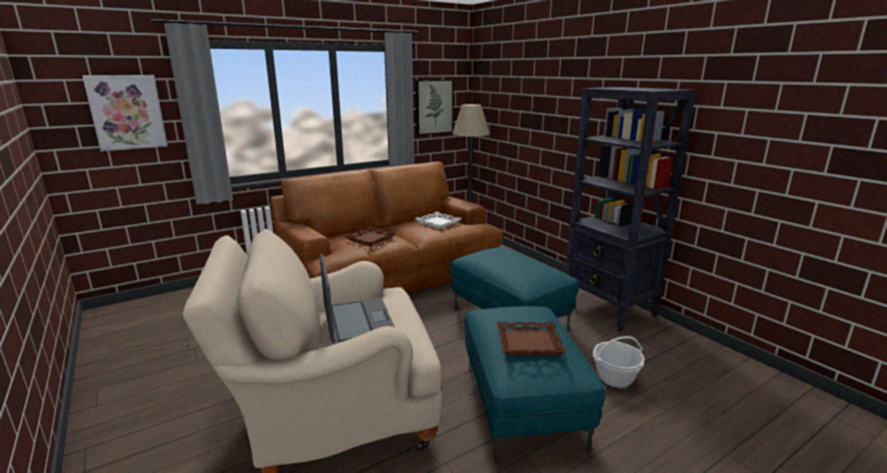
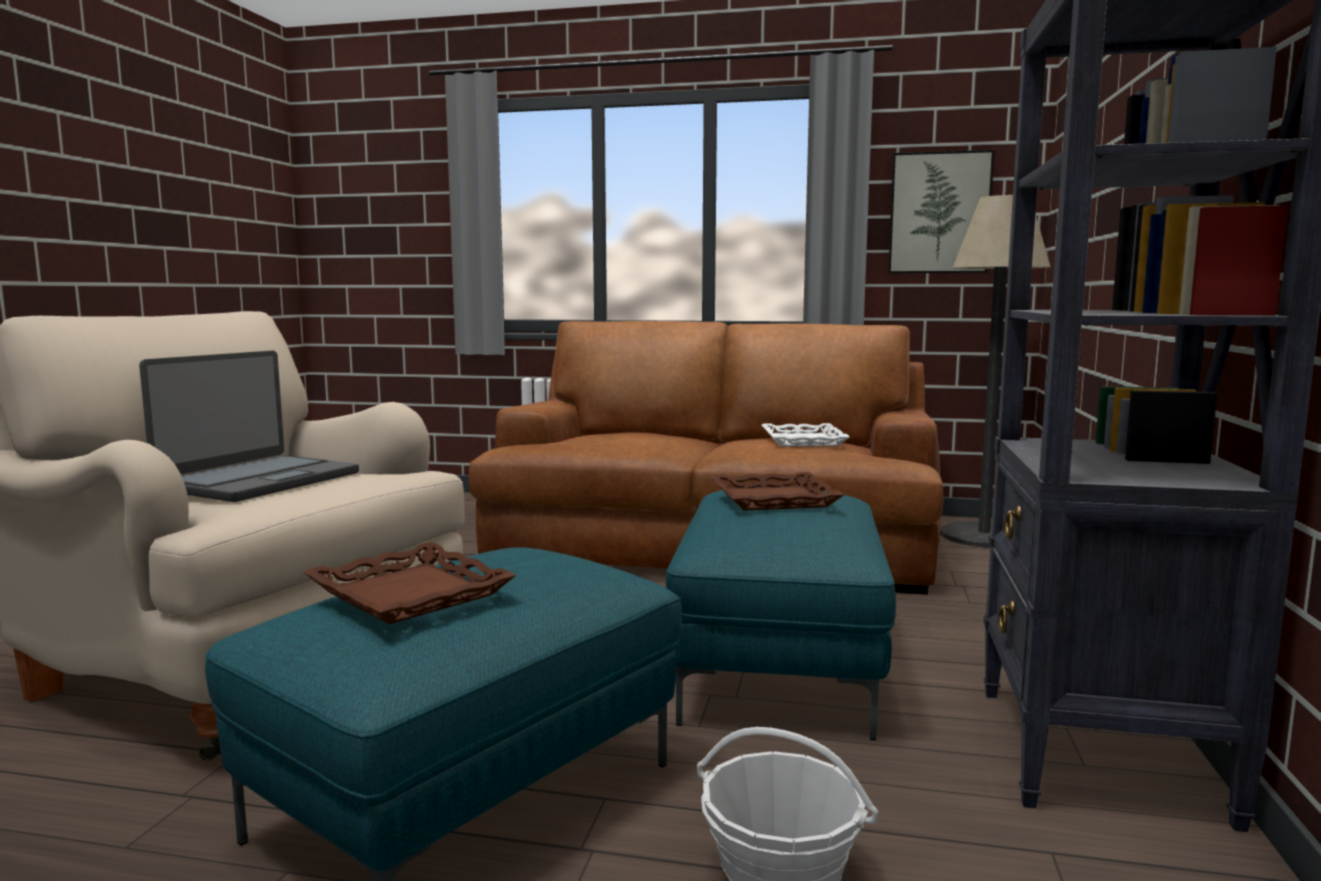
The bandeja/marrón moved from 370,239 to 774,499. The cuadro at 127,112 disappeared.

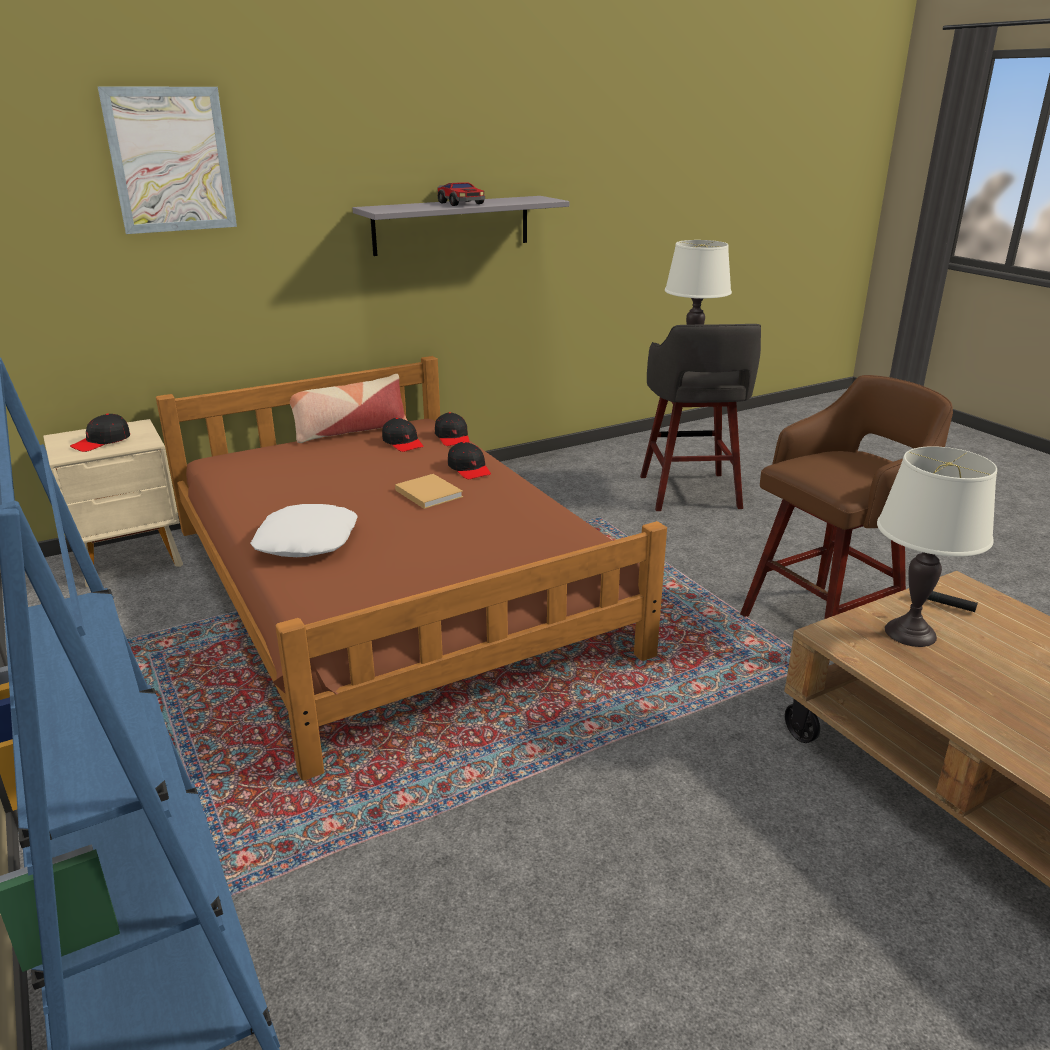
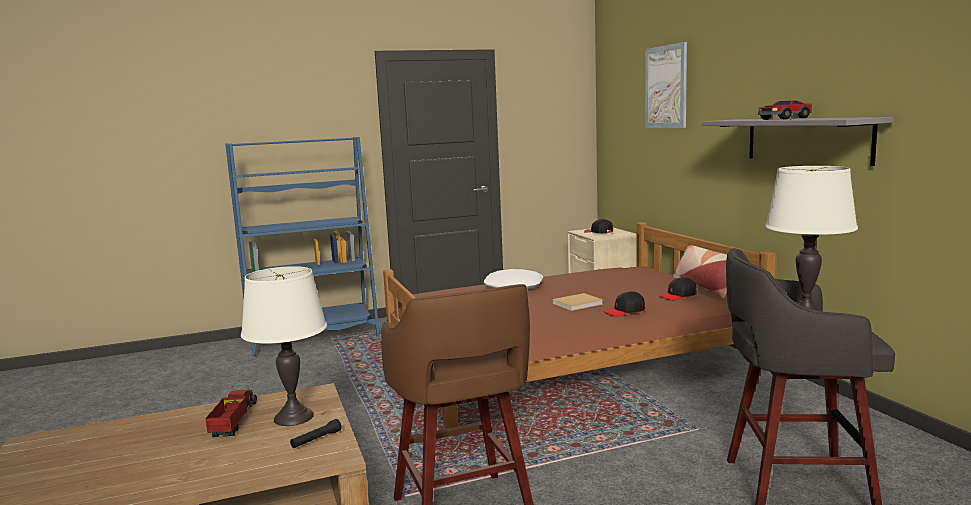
The camión de juguete at 234,421 appeared. The gorra/negro at 453,437 disappeared.

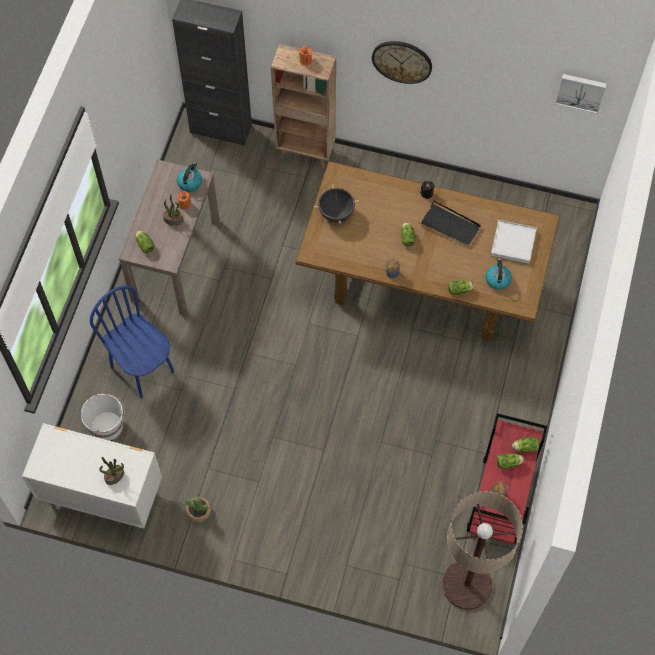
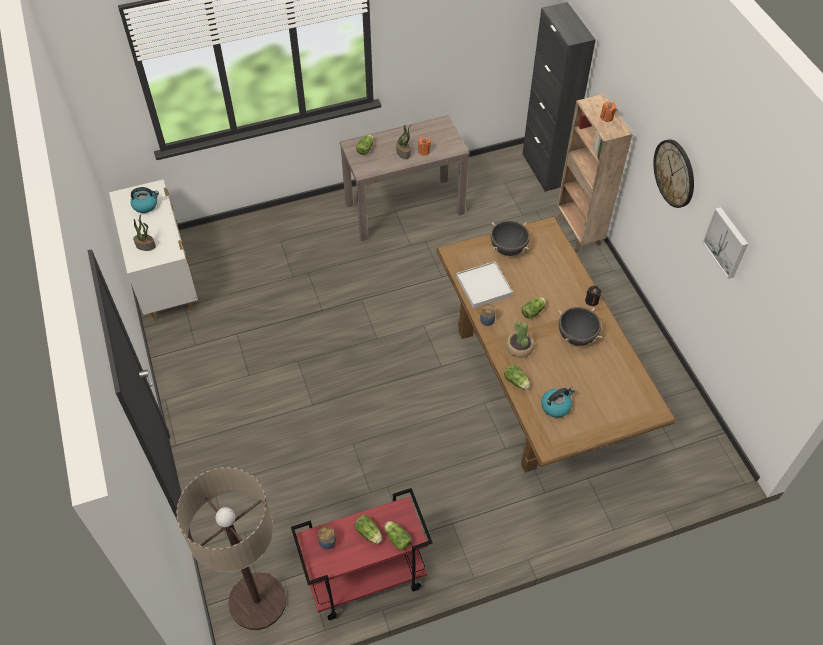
The hervidor moved from 190,182 to 145,205. The bandeja/blanco moved from 513,243 to 484,286. The planta en maceta moved from 198,511 to 519,347. The bandeja/negro at 450,225 was replaced by the olla/negro at 576,337. The cuadro moved from 581,91 to 727,242. The cubo/blanco at 107,426 disappeared. The silla/azul at 143,369 disappeared.

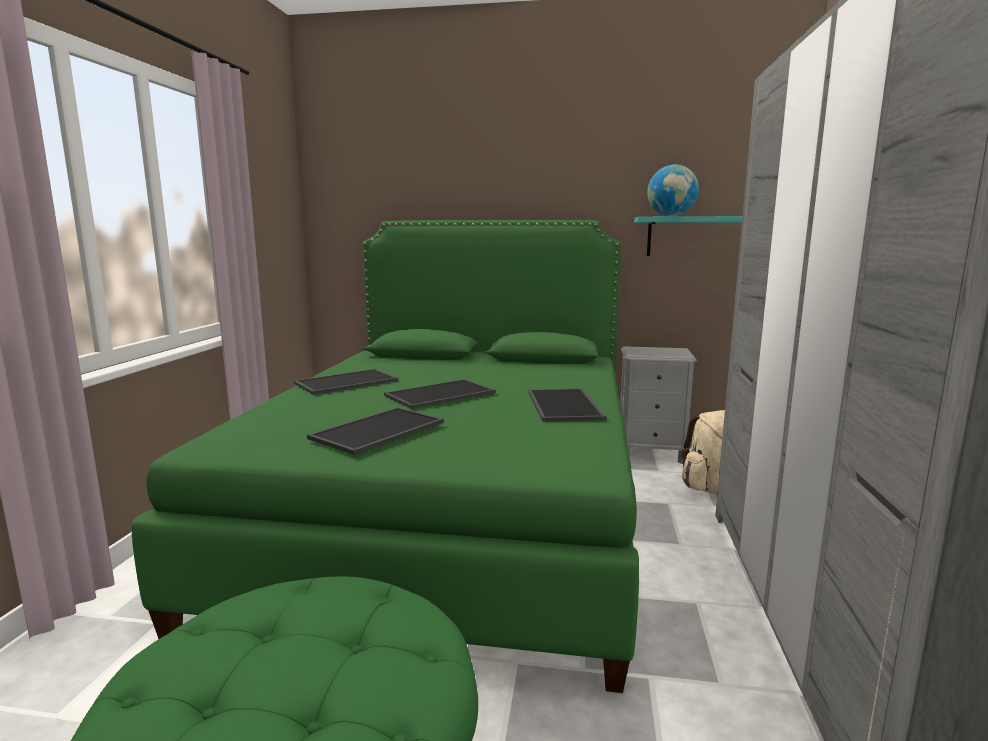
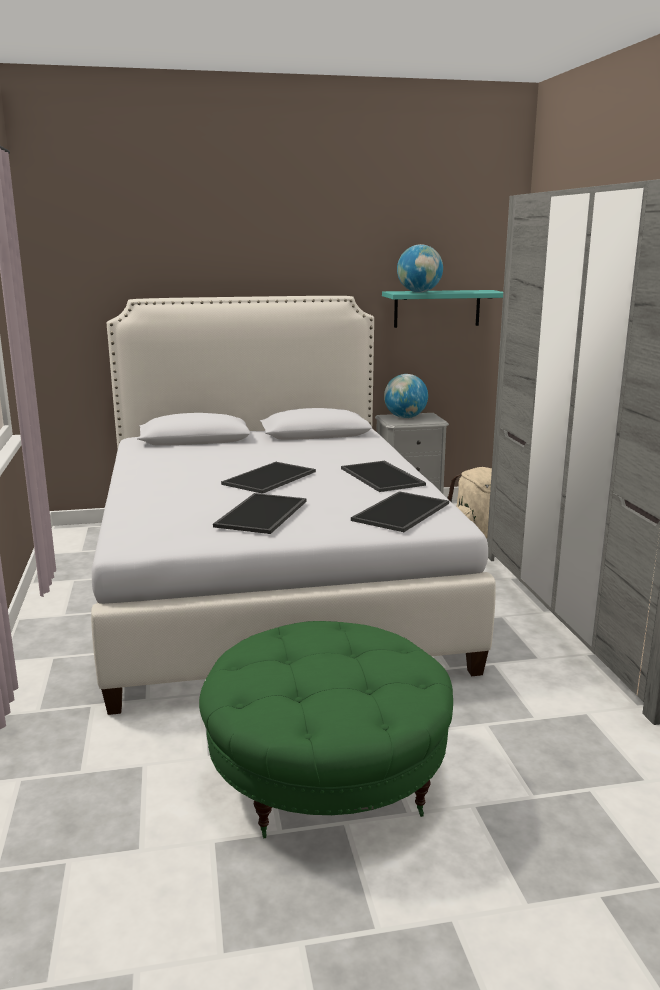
The cama/verde at 451,510 became the cama/blanco at 269,584. The bandeja moved from 346,382 to 402,512. The globo terráqueo at 405,417 appeared.

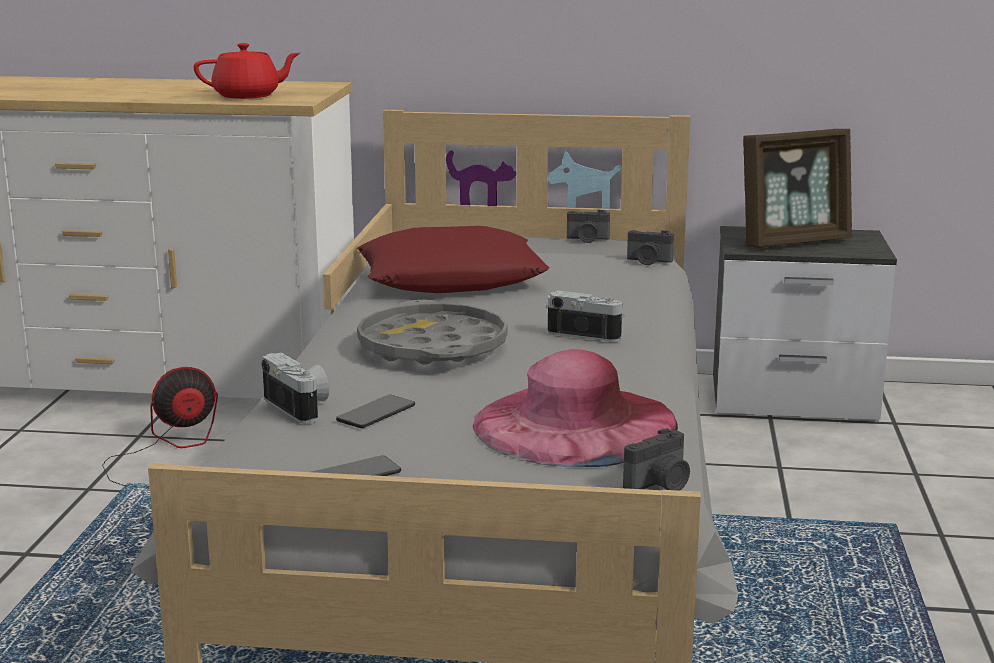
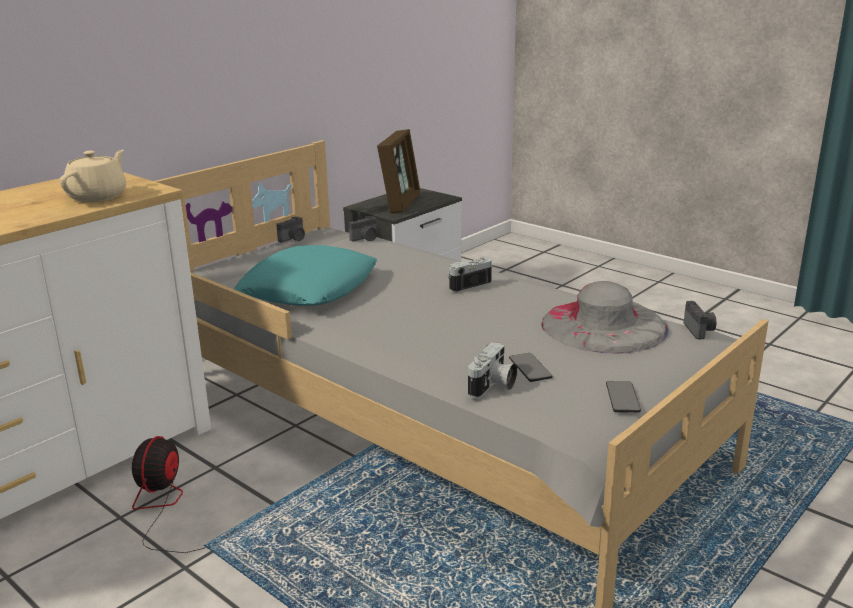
The tetera/rojo at 248,96 became the tetera/beis at 98,196. The cojín/rojo at 451,278 became the cojín/turquesa at 309,288. The cámara at 301,407 turned 120 degrees clockwise. The sombrero/rosa at 575,424 became the sombrero/gris at 603,325. The bandeja/gris at 432,347 disappeared.

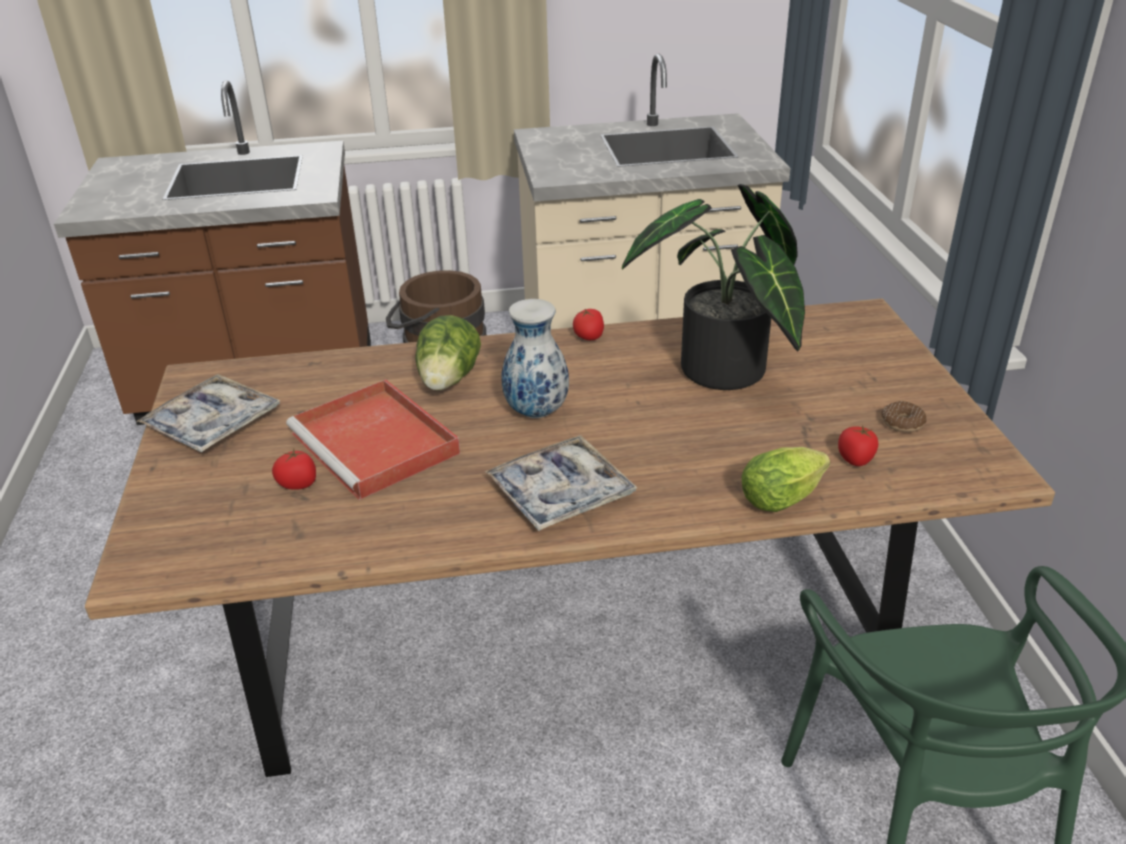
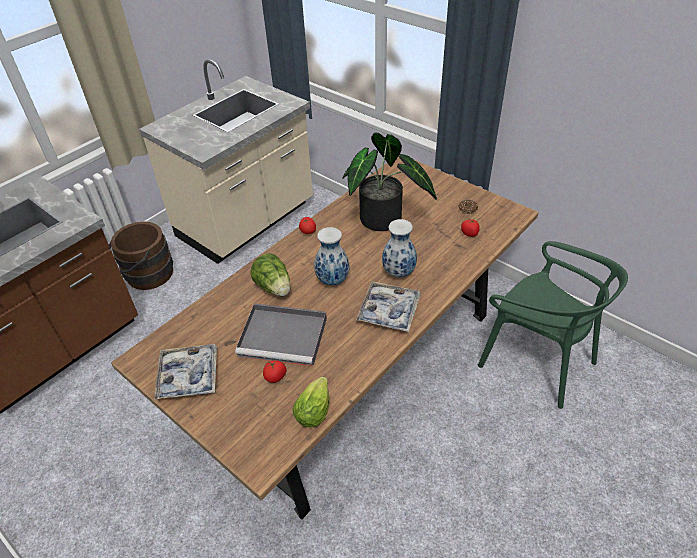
The bandeja/rojo at 377,444 became the bandeja/gris at 285,336. The lechuga moved from 785,497 to 315,409. The florero at 399,273 appeared.

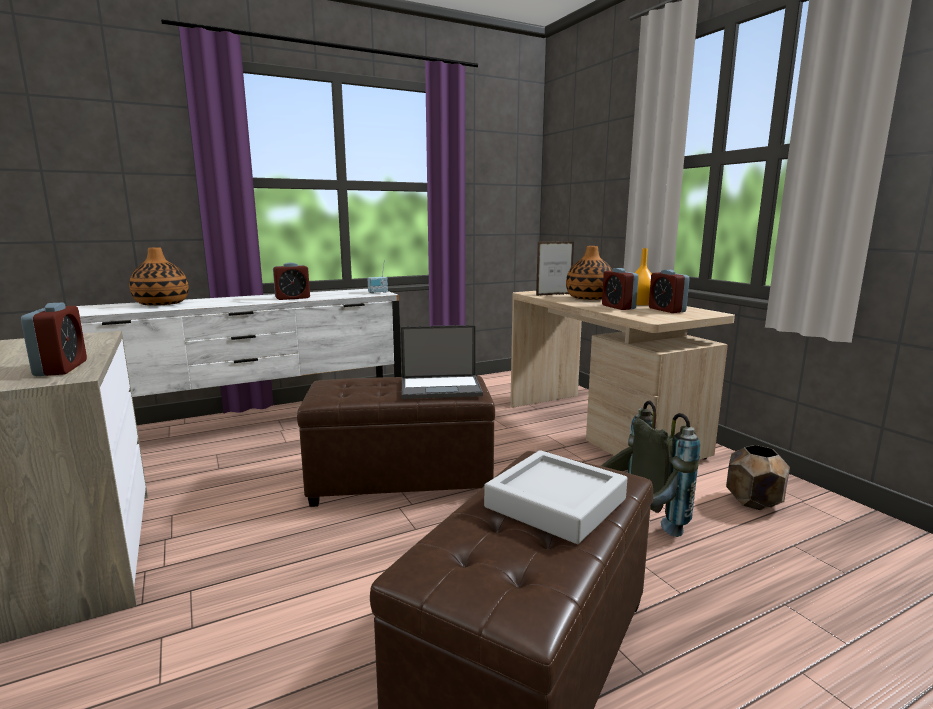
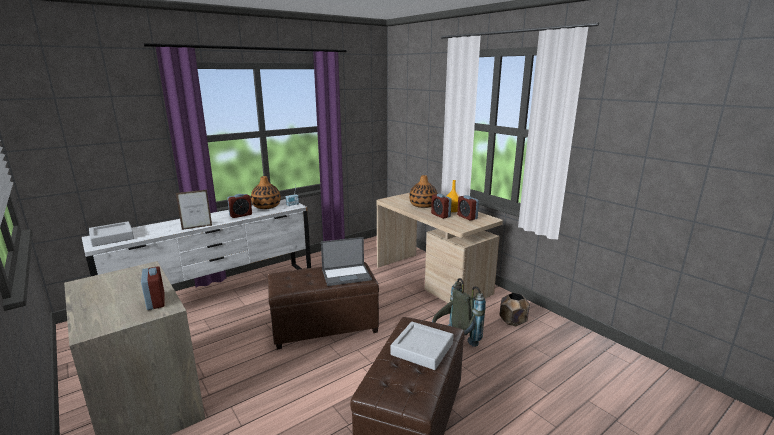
The bandeja/gris at 112,237 appeared. The portarretratos moved from 554,295 to 197,227. The florero moved from 161,304 to 266,207.

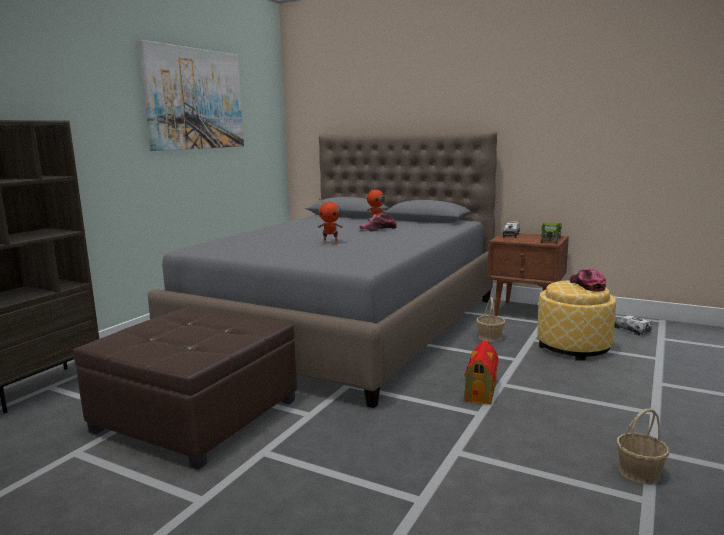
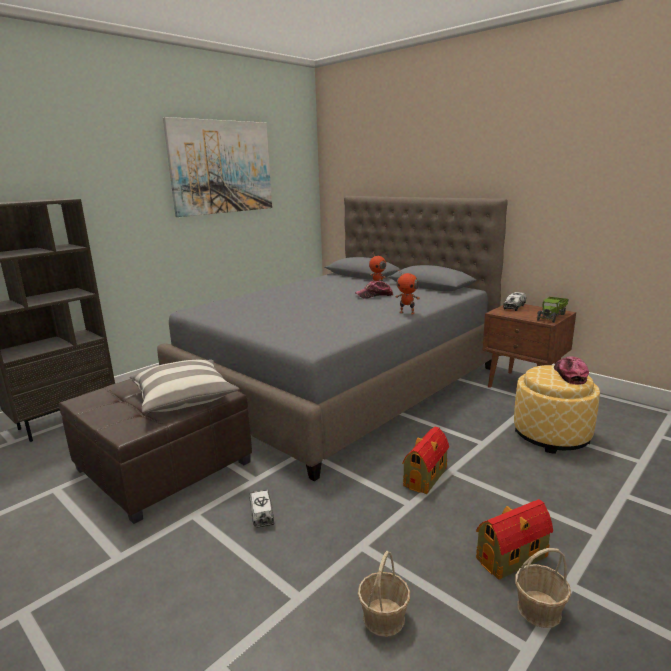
The cojín at 184,398 appeared. The camión de juguete moved from 631,330 to 261,513. The cesta moved from 490,337 to 384,618. The robot de juguete moved from 330,242 to 407,312. The casita at 513,557 appeared.

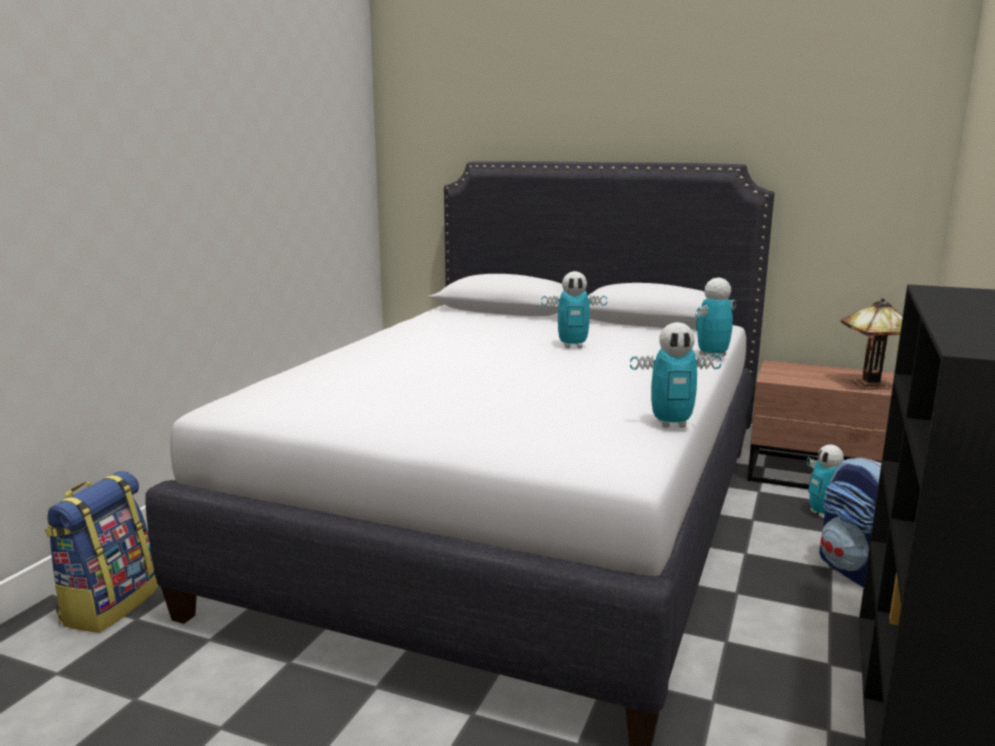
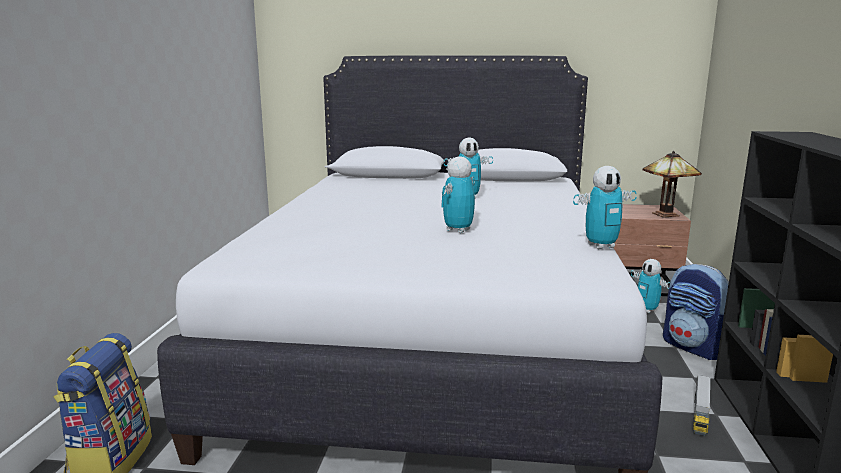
The robot de juguete moved from 712,356 to 458,230. The camión de juguete at 700,413 appeared.

